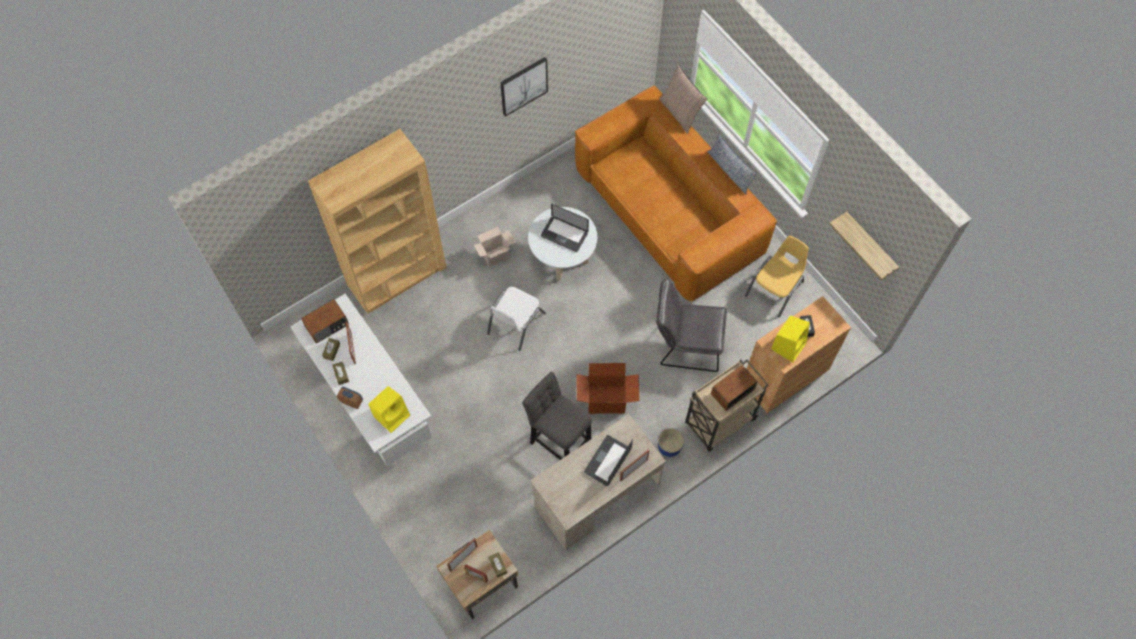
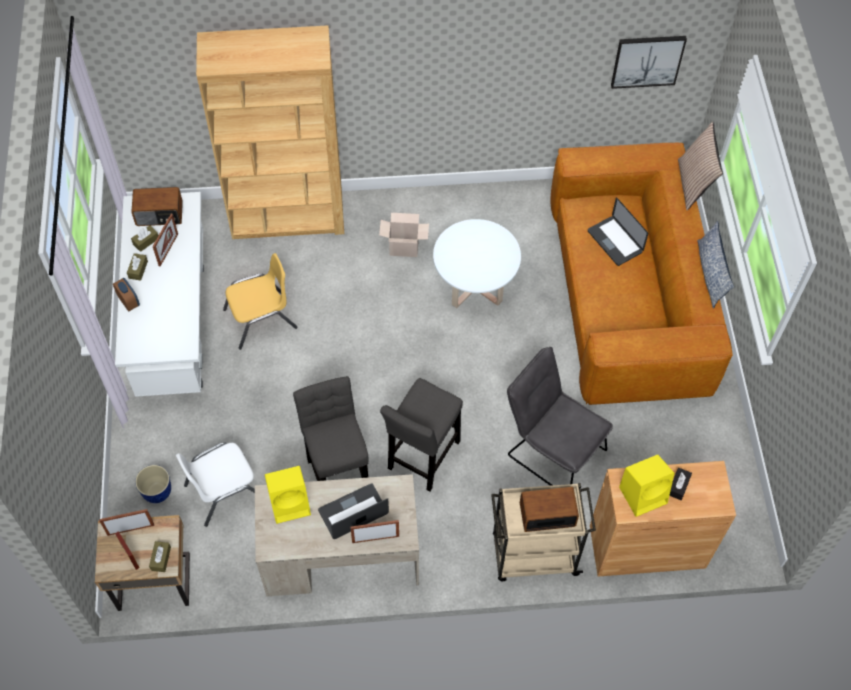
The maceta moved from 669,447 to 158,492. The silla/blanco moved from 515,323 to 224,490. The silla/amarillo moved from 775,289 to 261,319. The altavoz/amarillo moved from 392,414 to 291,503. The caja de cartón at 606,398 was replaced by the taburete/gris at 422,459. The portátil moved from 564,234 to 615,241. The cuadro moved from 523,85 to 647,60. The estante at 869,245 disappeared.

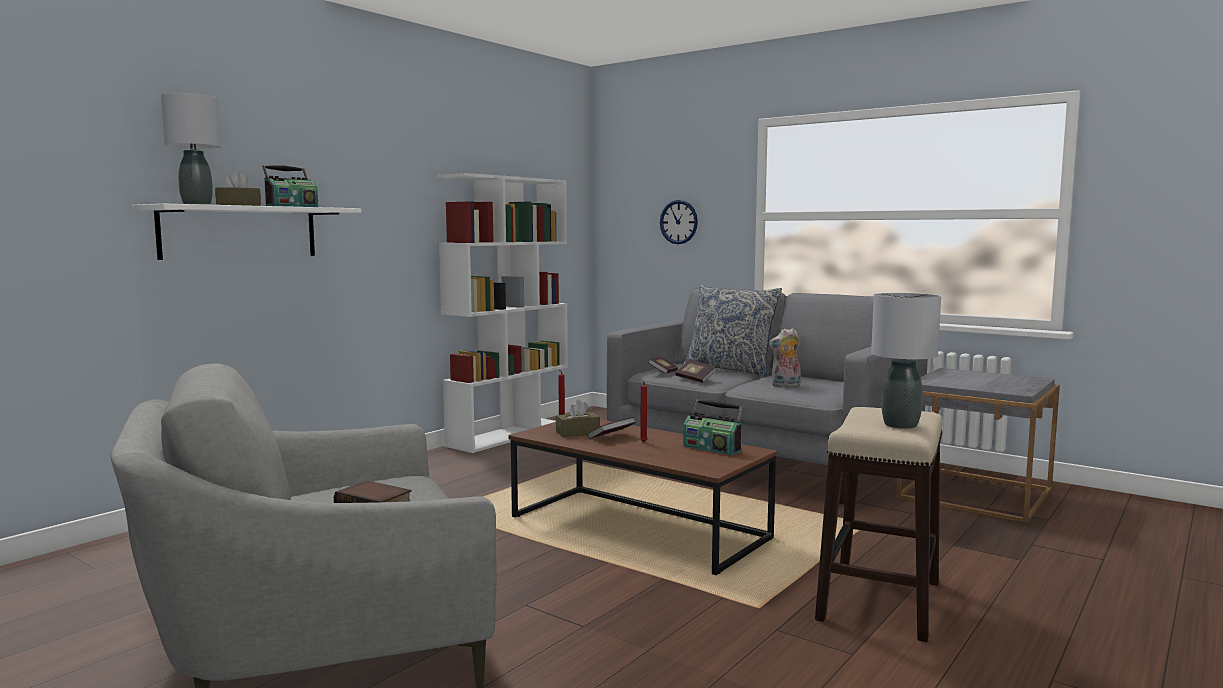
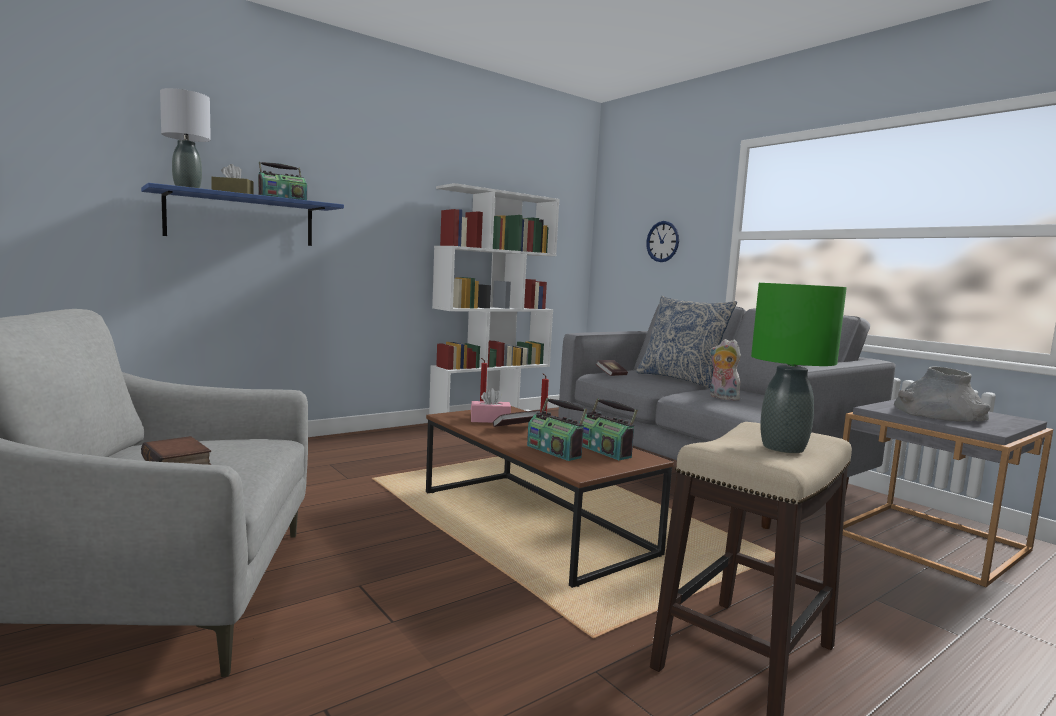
The estante/blanco at 240,232 became the estante/azul at 241,219. The caja de pañuelos/marrón at 577,432 became the caja de pañuelos/rosa at 490,420. The radio at 555,451 appeared. The peluche at 785,385 turned 45 degrees clockwise. The lámpara de mesa/gris at 900,425 became the lámpara de mesa/verde at 783,448. The florero/gris at 939,414 appeared. The libro at 695,379 disappeared.

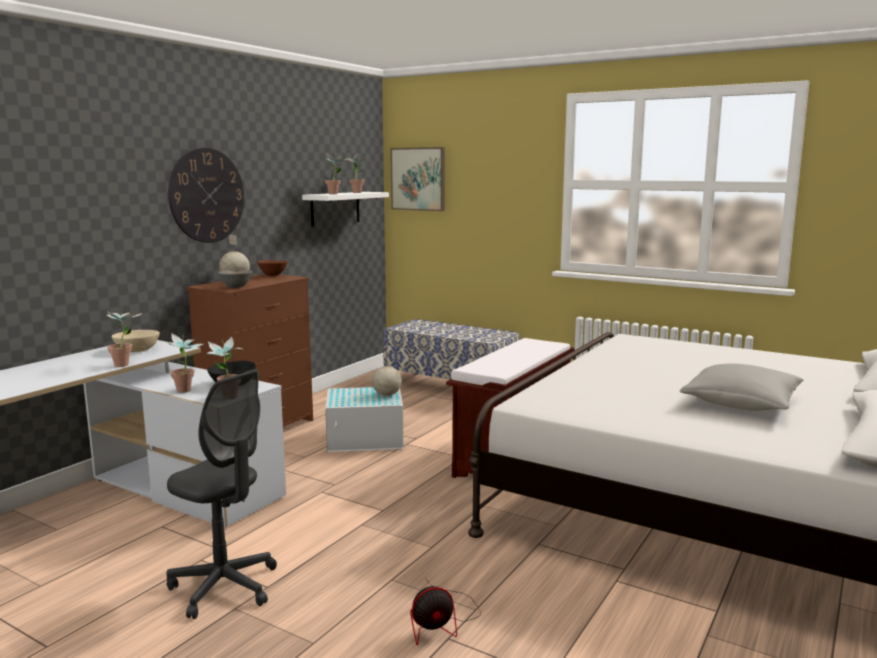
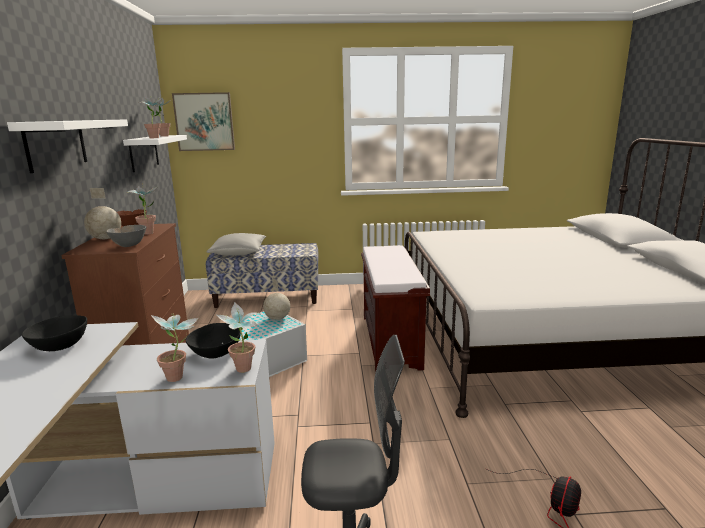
The reloj de pared at 207,195 was replaced by the estante/blanco at 56,144. The cuenco/beis at 136,350 became the cuenco/negro at 59,345. The planta en maceta moved from 126,364 to 149,232. The cojín/gris moved from 741,404 to 238,253.

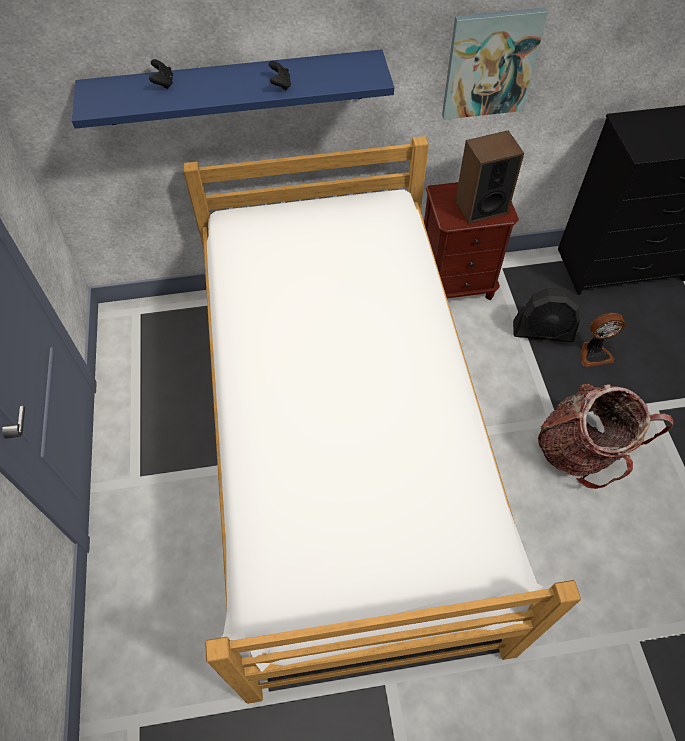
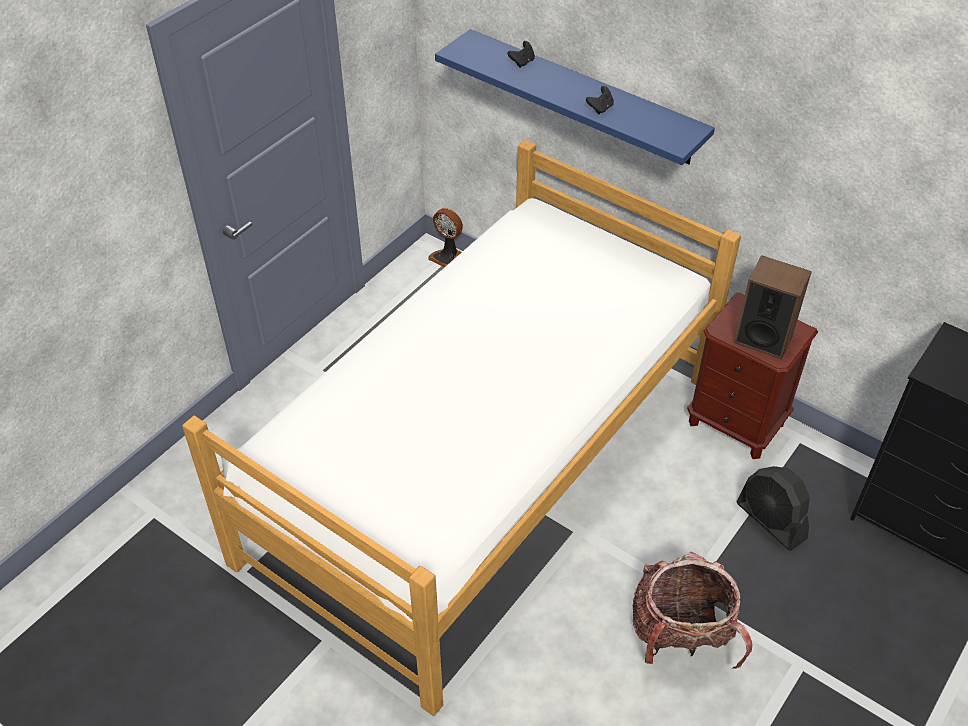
The ventilador moved from 594,353 to 447,257. The cuadro at 490,64 disappeared.

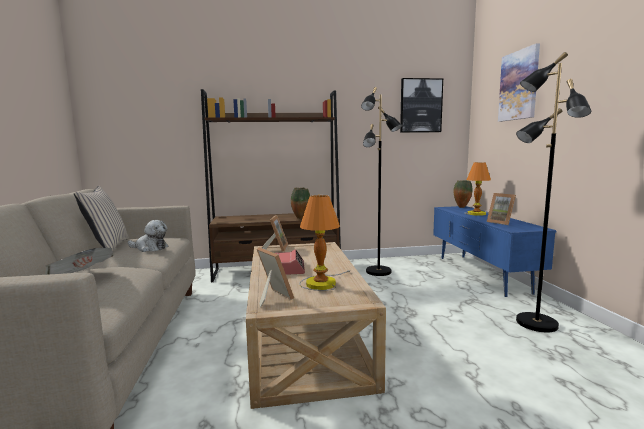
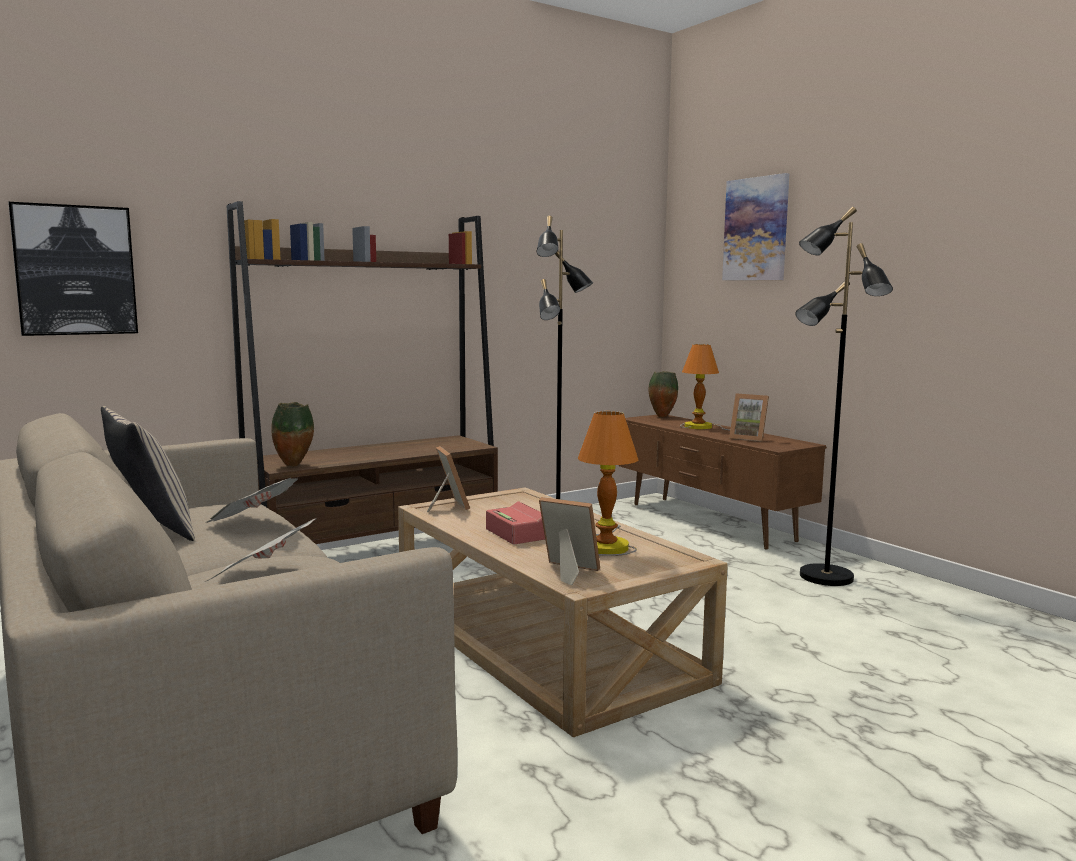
The cuadro moved from 420,106 to 75,270. The peluche at 150,248 was replaced by the periódico at 253,524. The florero moved from 301,218 to 294,465. The mueble de televisión/azul at 480,274 became the mueble de televisión/marrón at 709,522.

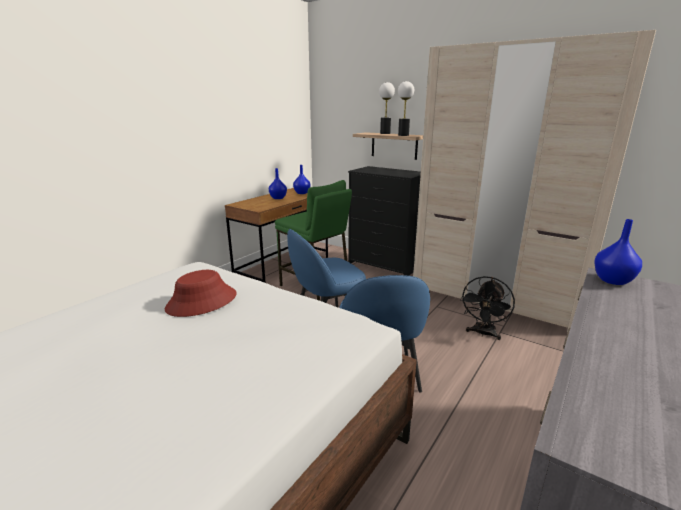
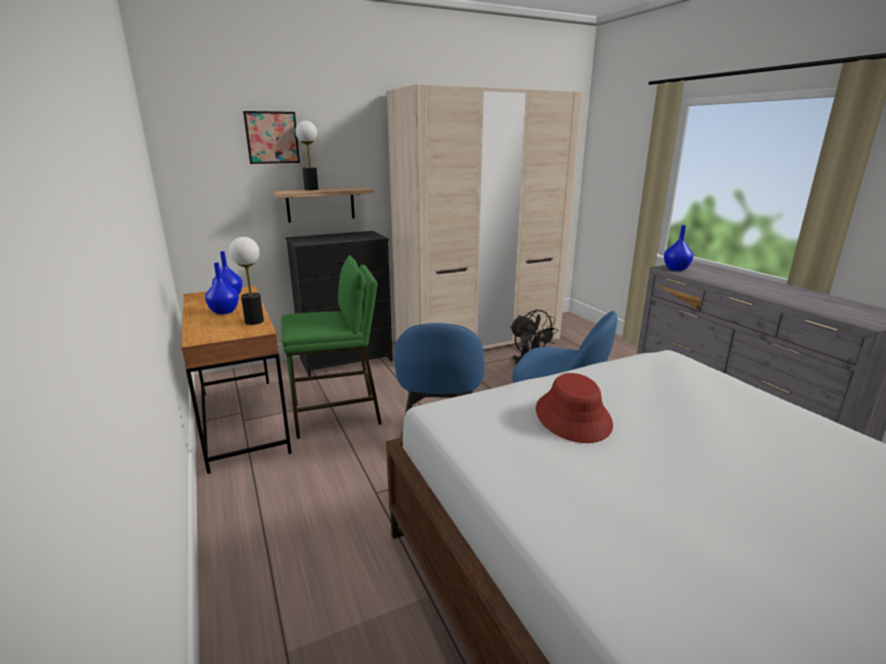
The lámpara de mesa moved from 403,135 to 254,321. The cuadro at 272,137 appeared.

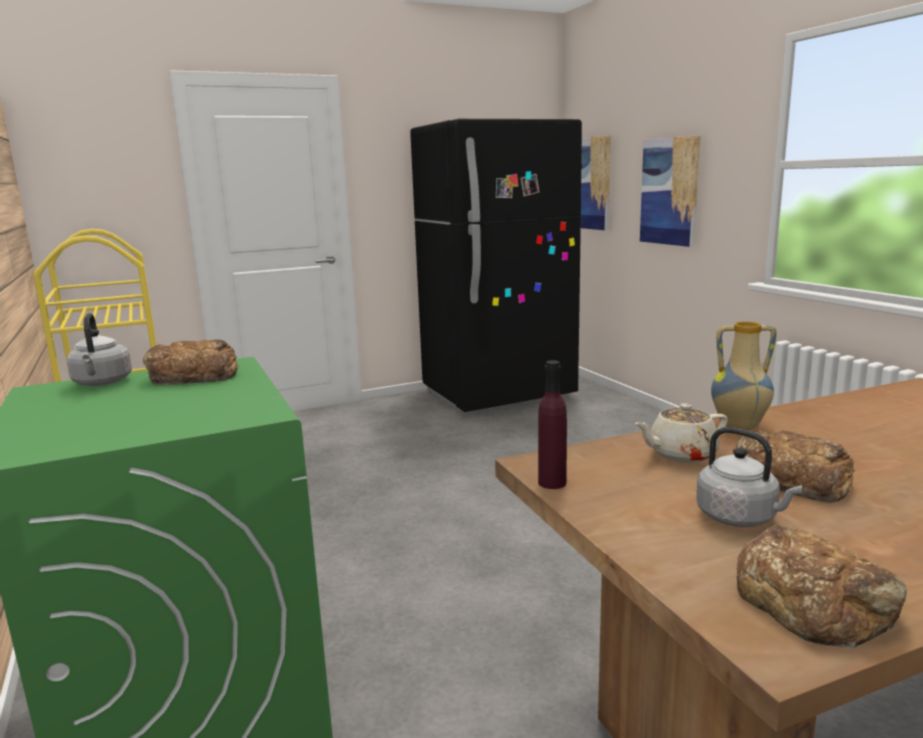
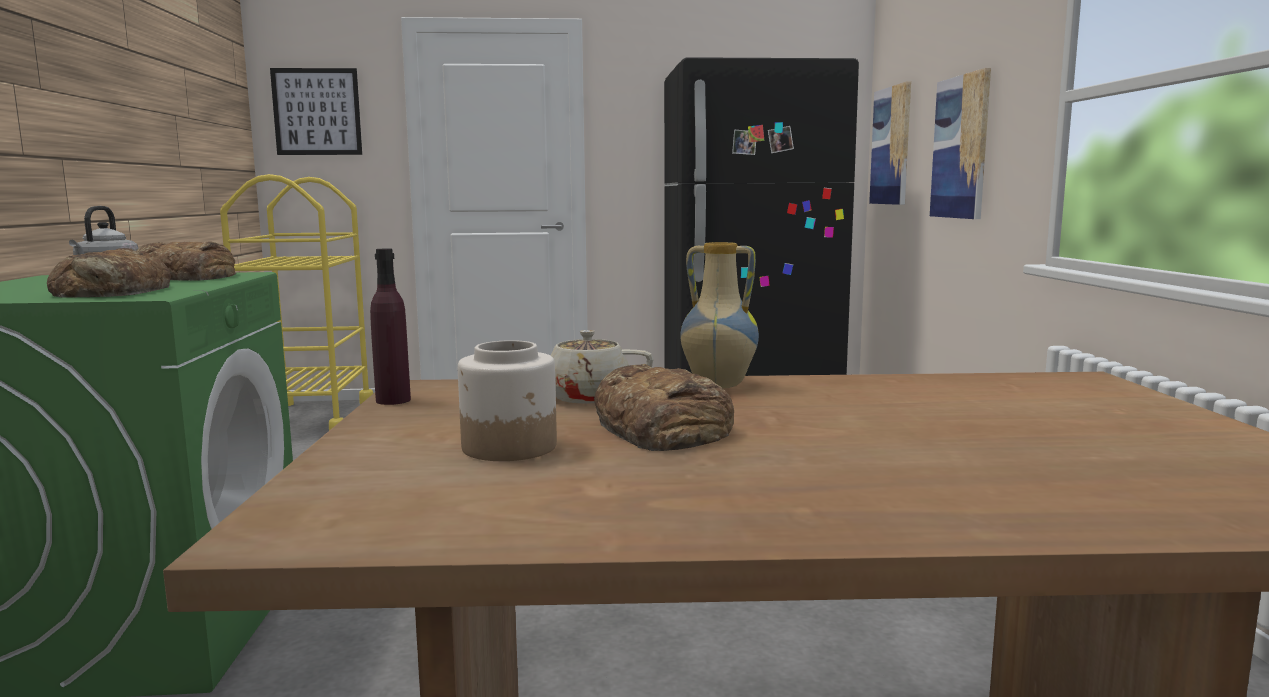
The pan moved from 813,600 to 113,291. The cuadro at 317,112 appeared. The hervidor/gris at 740,518 was replaced by the tarro at 510,447.

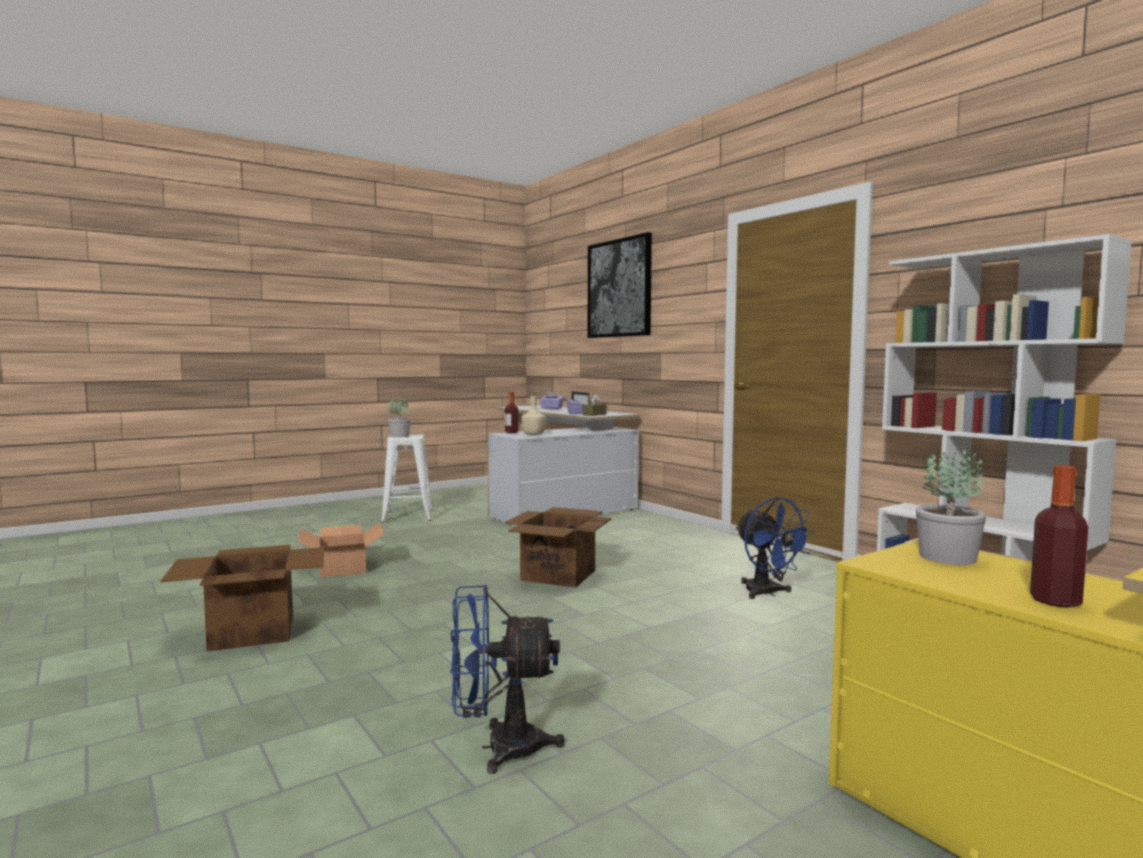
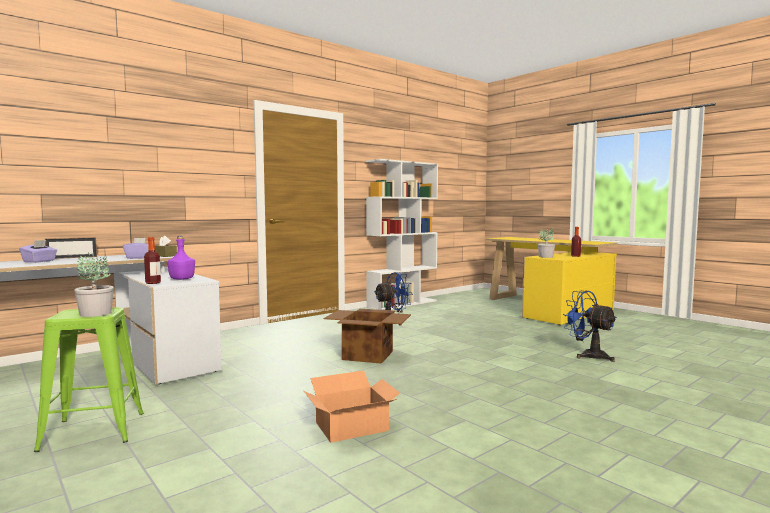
The taburete/blanco at 407,516 became the taburete/verde at 94,431. The botella/beis at 534,434 became the botella/morado at 182,279. The ventilador/azul at 499,748 turned 150 degrees clockwise. The caja de cartón at 251,631 disappeared. The cuadro at 619,288 disappeared.

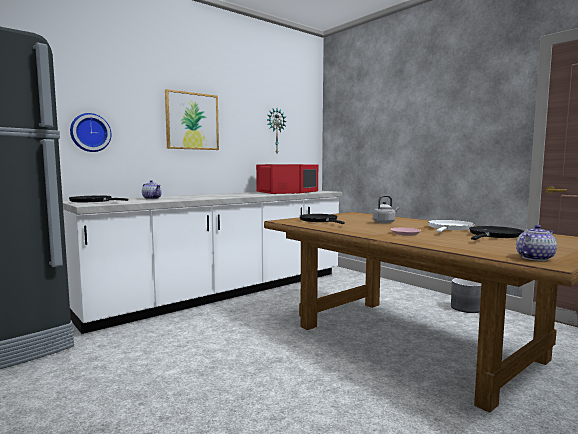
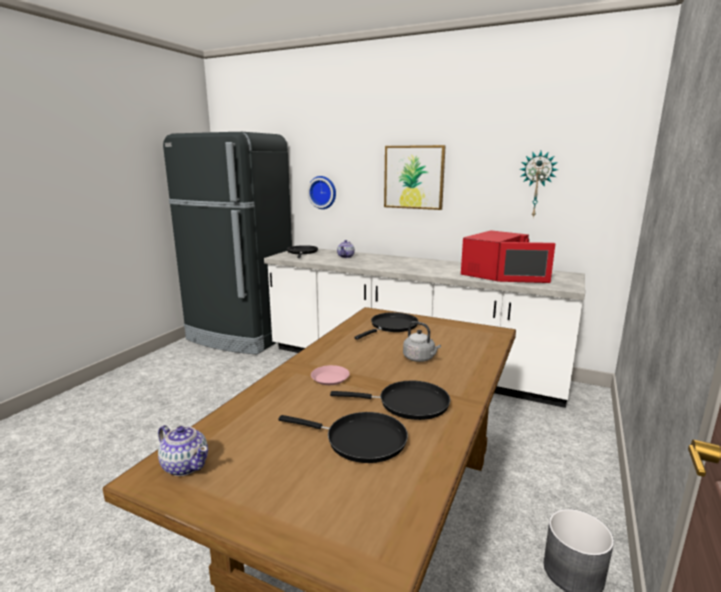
The sartén/blanco at 449,228 became the sartén/negro at 408,404.

